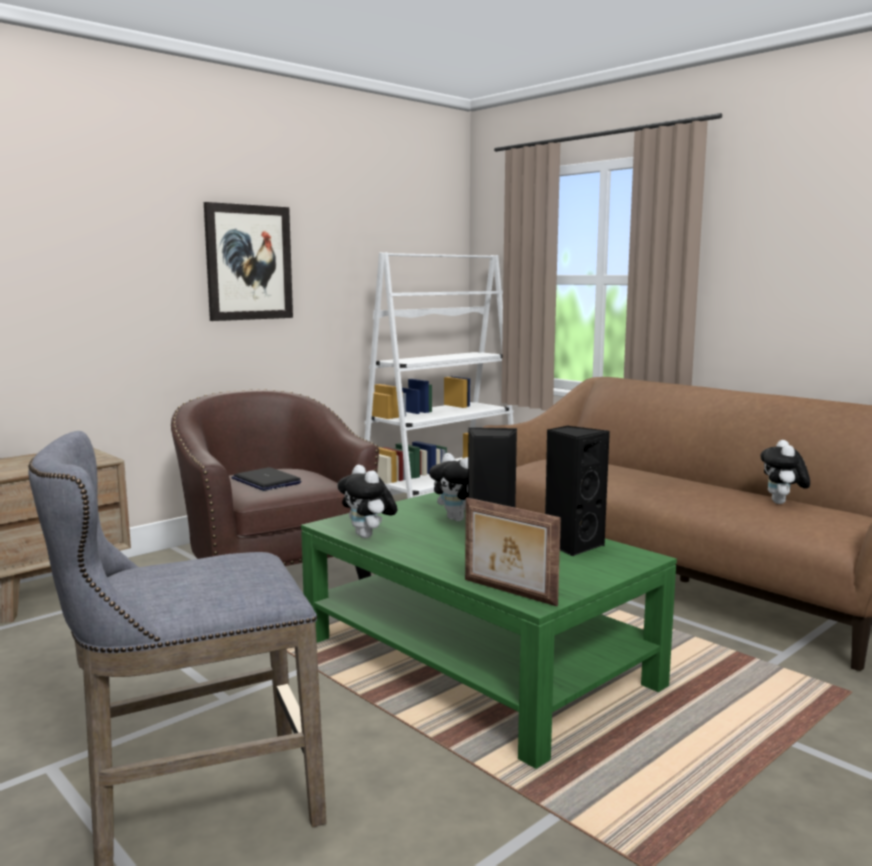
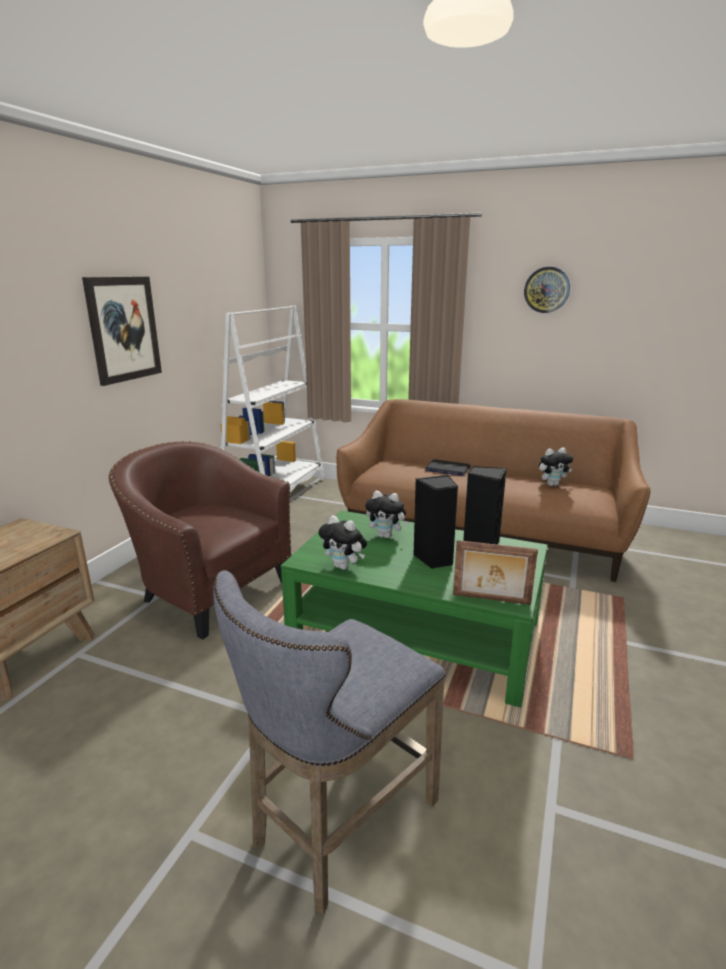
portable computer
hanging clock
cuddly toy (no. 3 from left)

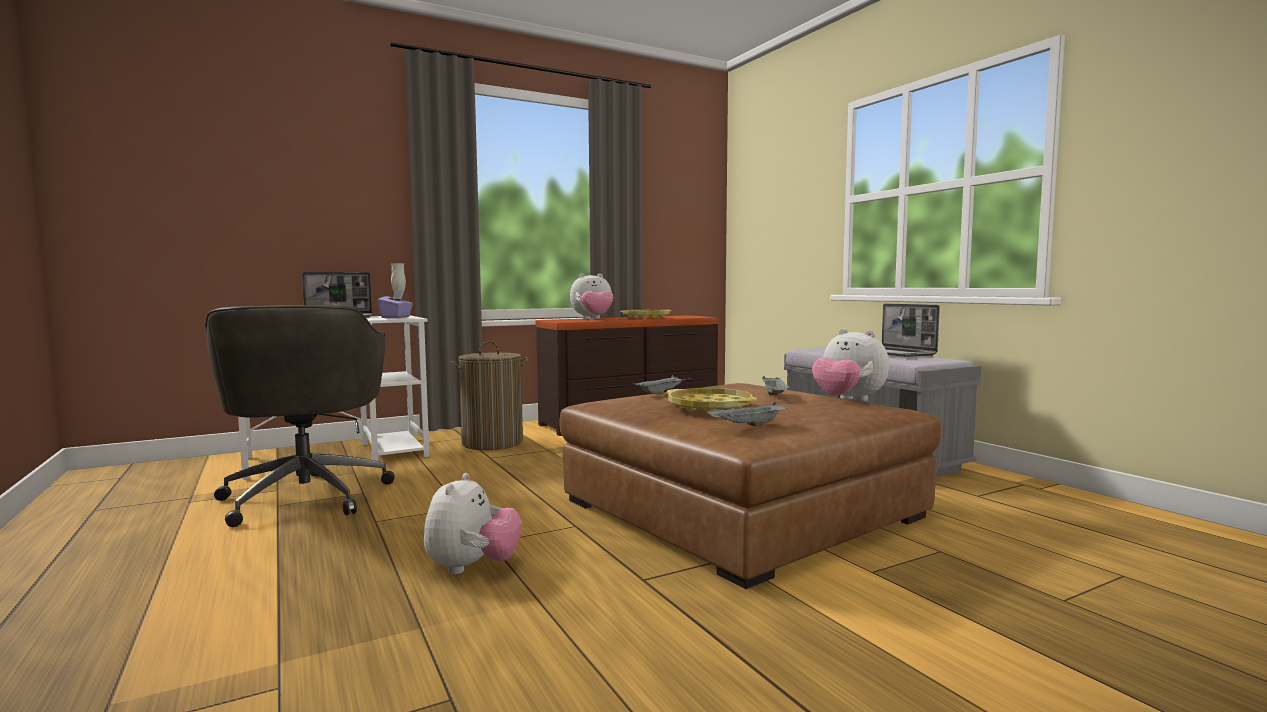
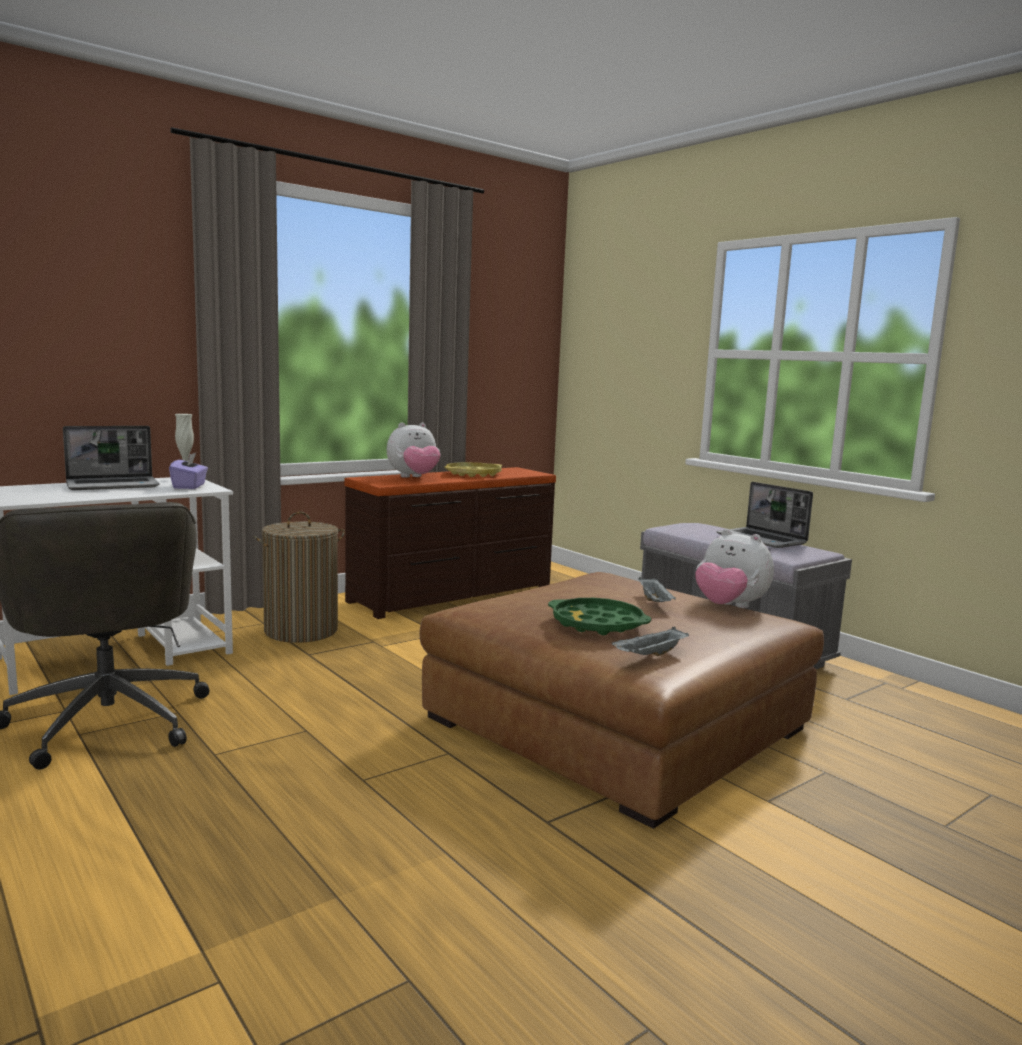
green serving tray
cuddly toy (no. 1 from left in the first image)
grey serving tray (no. 1 from left in the first image)

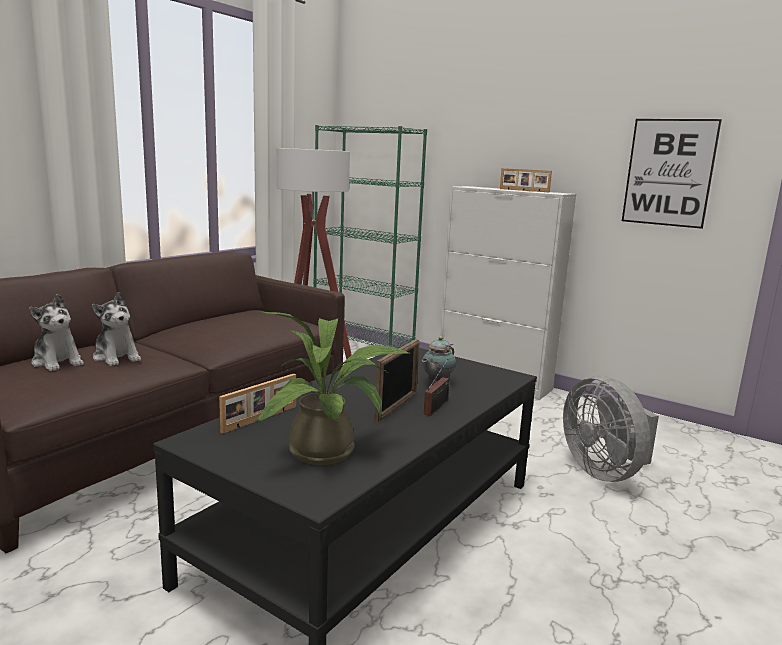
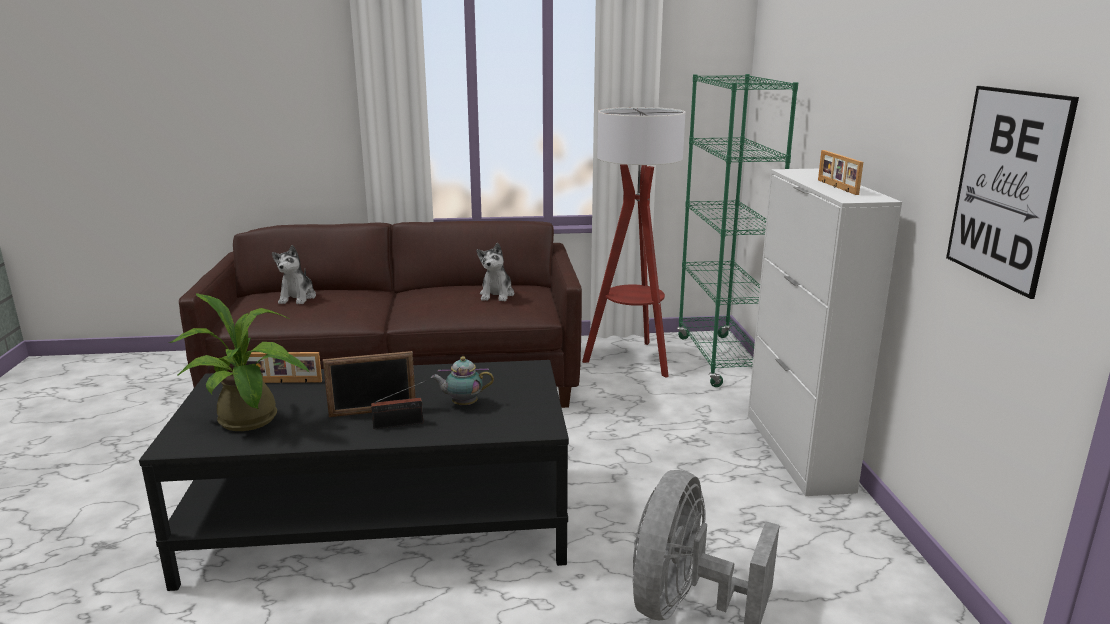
cuddly toy (no. 2 from left)

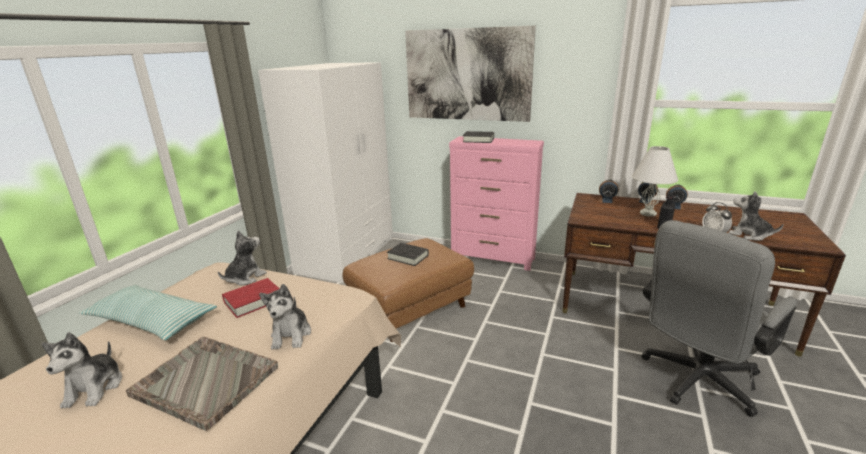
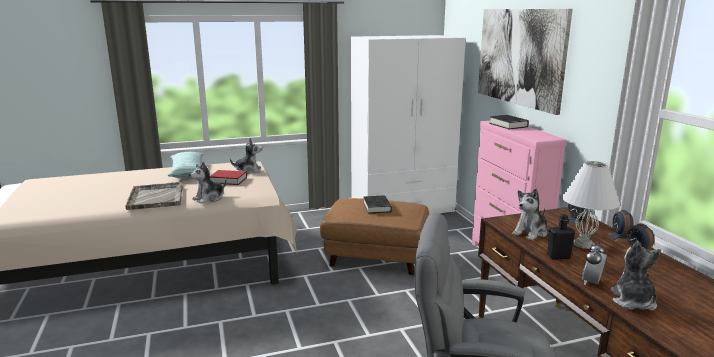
cuddly toy (no. 3 from left)

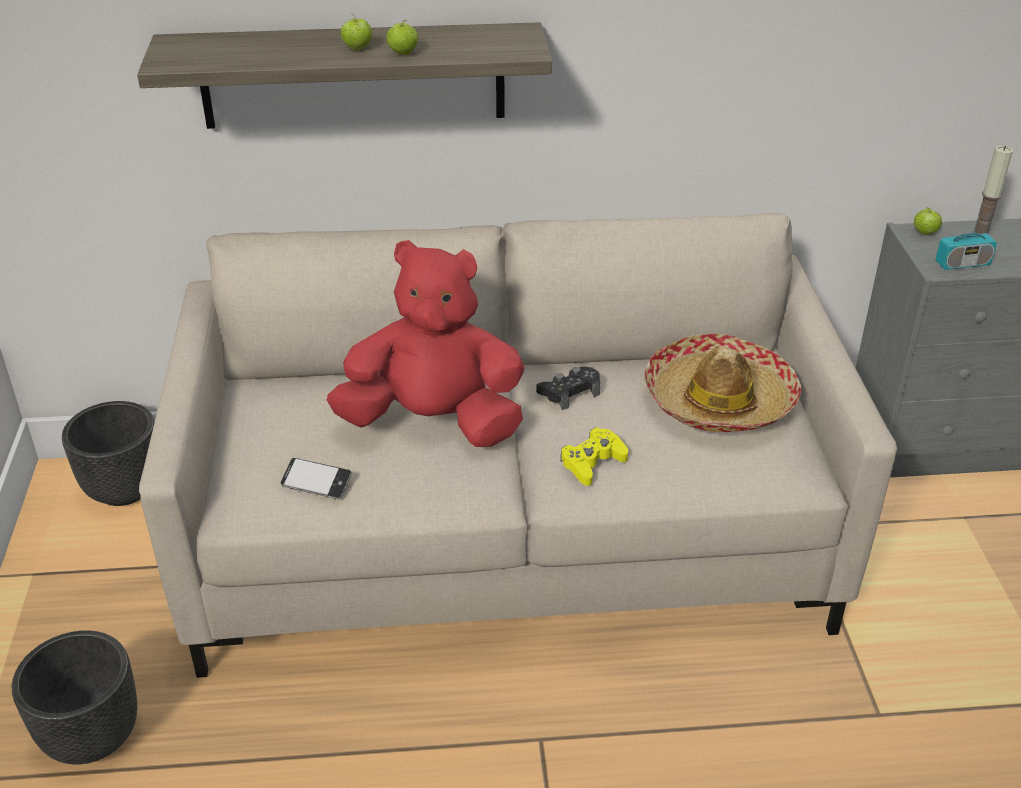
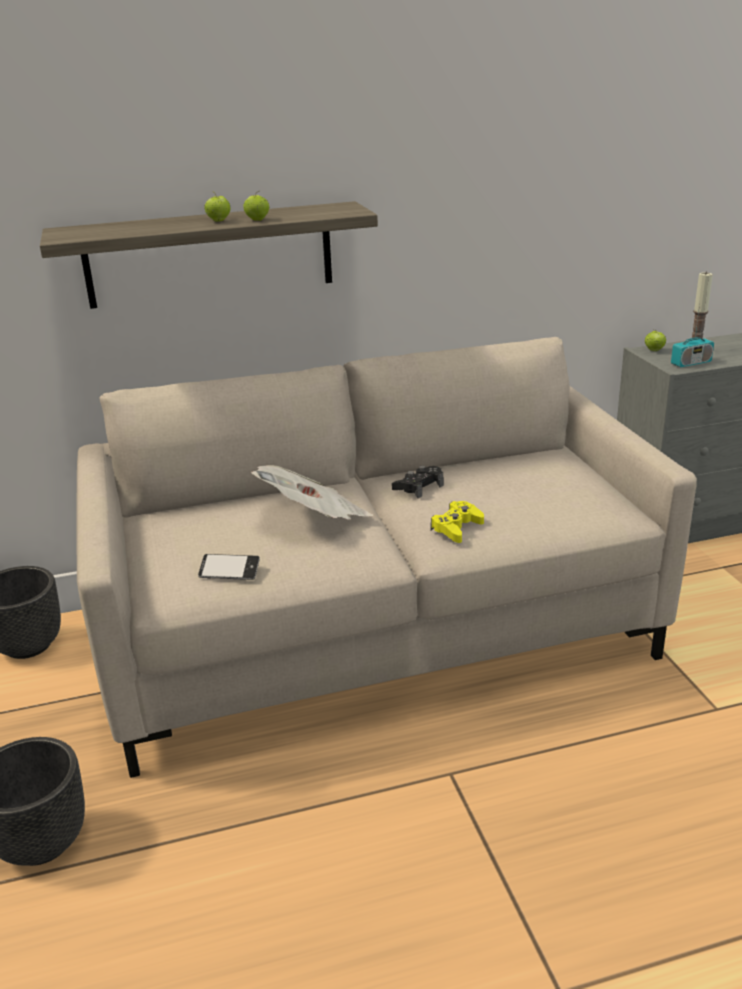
printed paper
hat

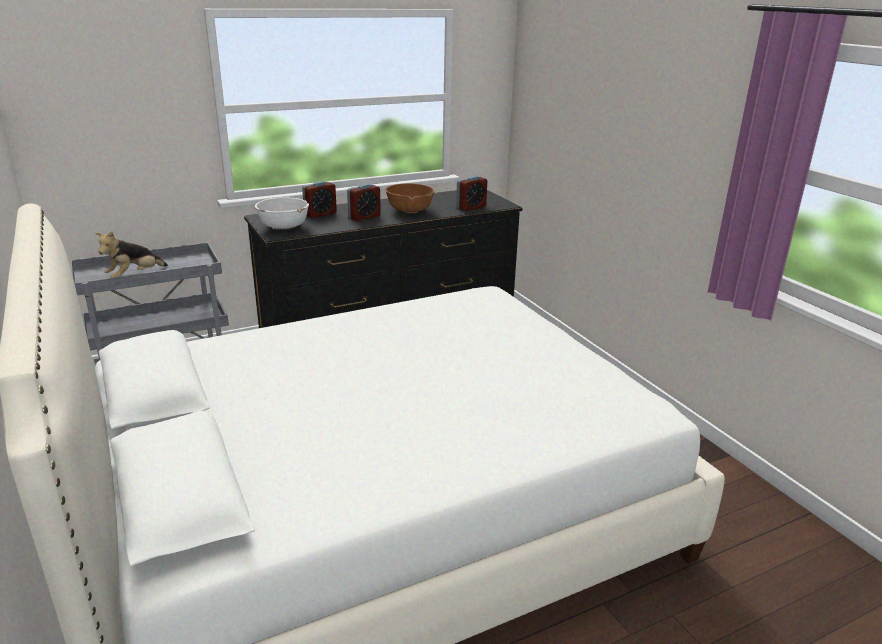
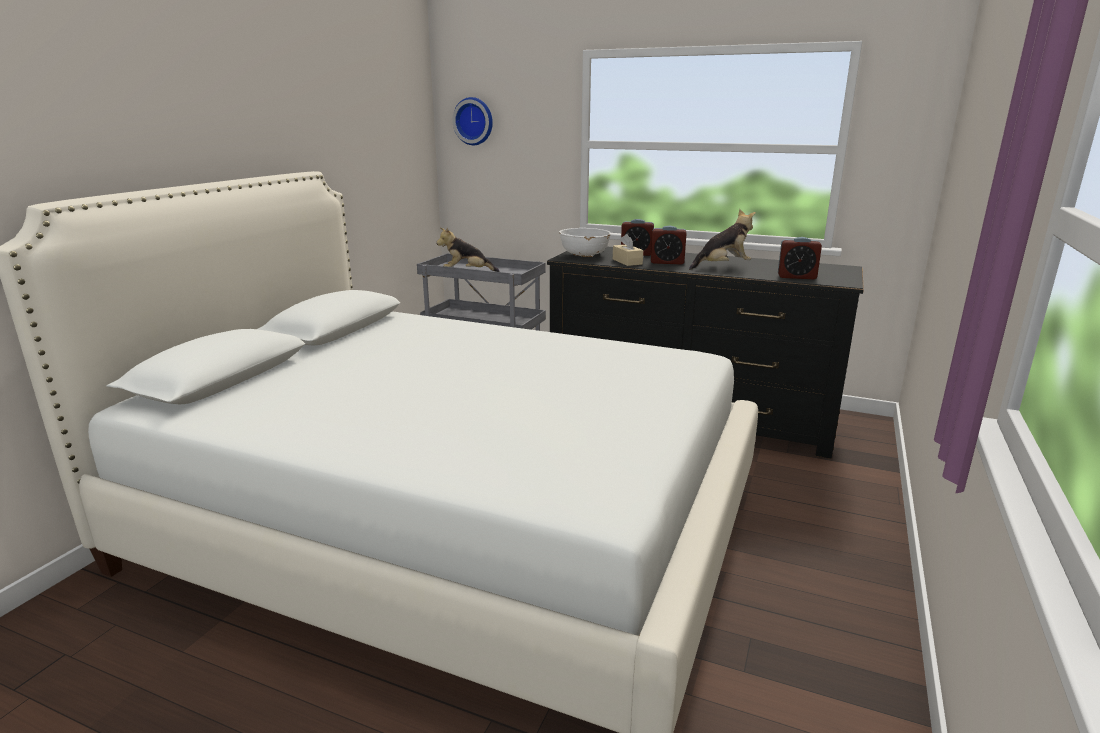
hanging clock
beige box of tissues
cuddly toy (no. 2 from left)

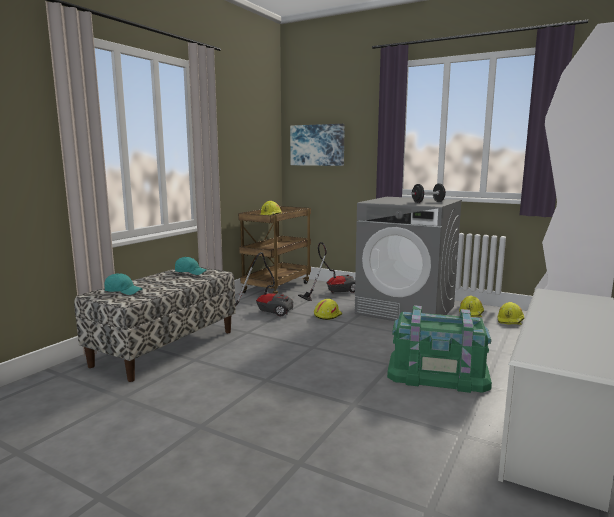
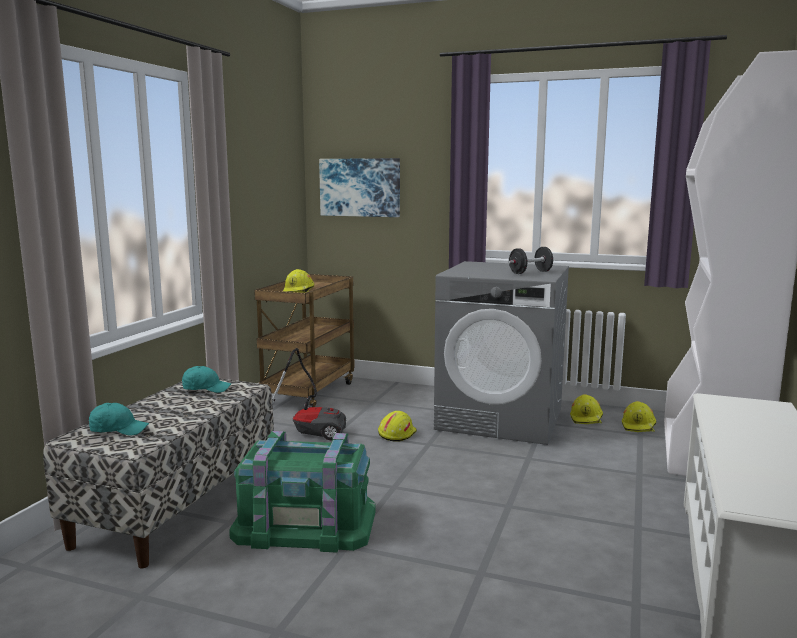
green storage box
vacuum (no. 2 from left in the first image)

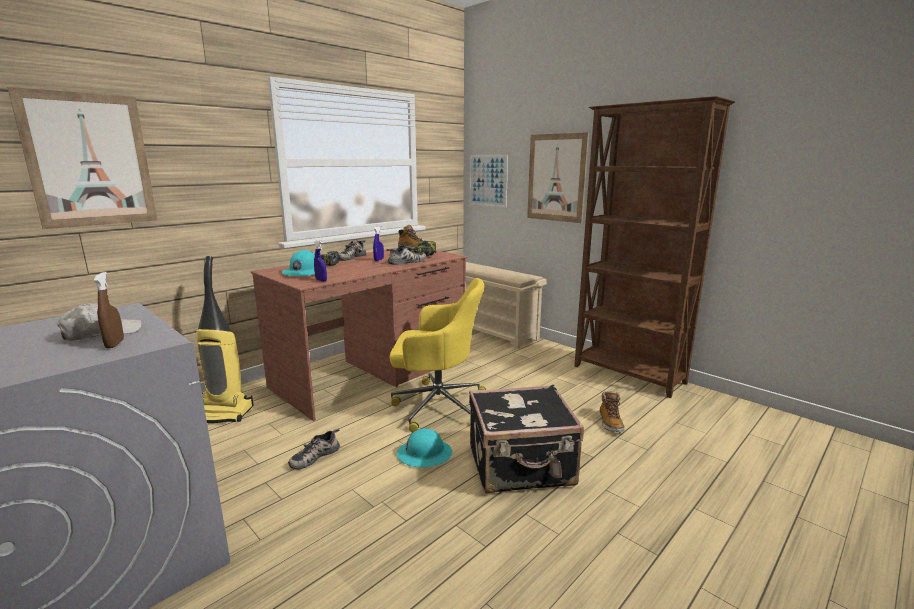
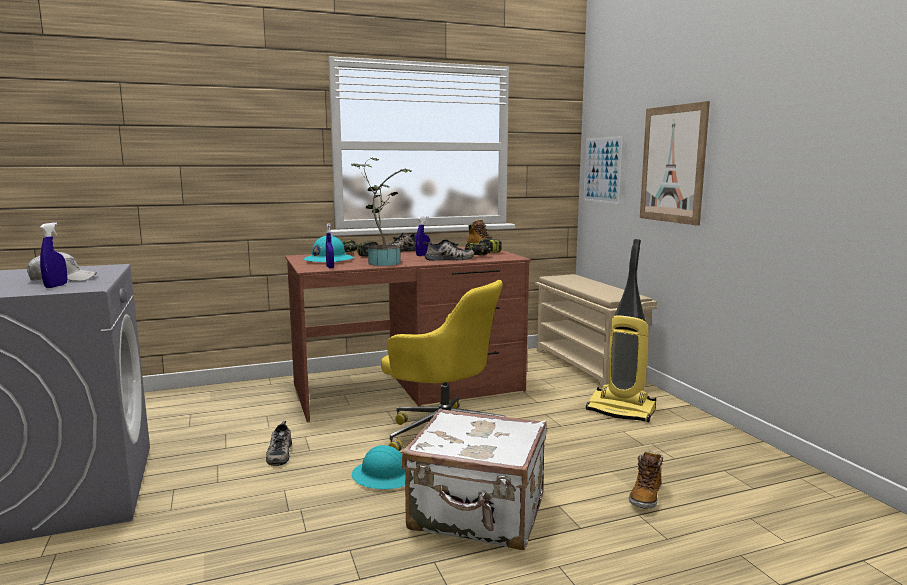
blue sprayer (no. 1 from left)
low shoe (no. 1 from left)
houseplant
whitish piece of luggage
vacuum
wall picture (no. 1 from left in the first image)
brownish shelving unit

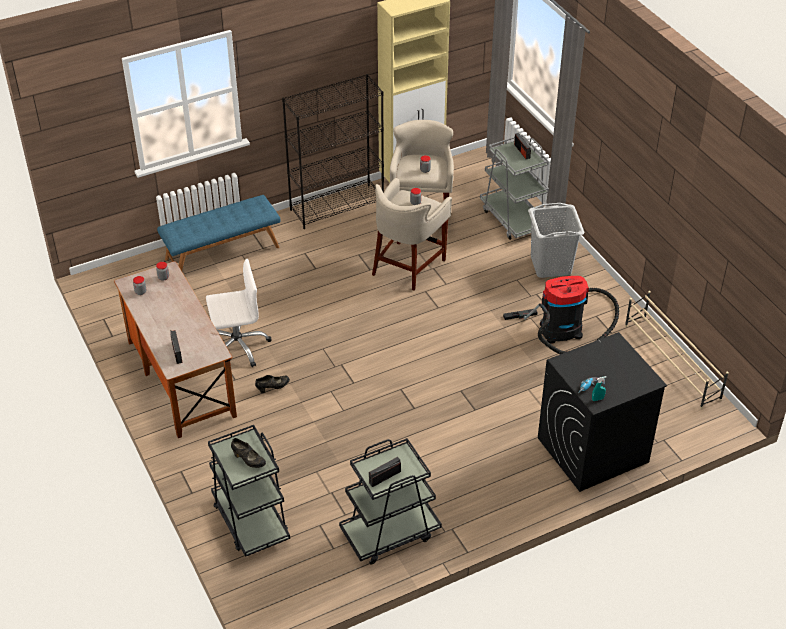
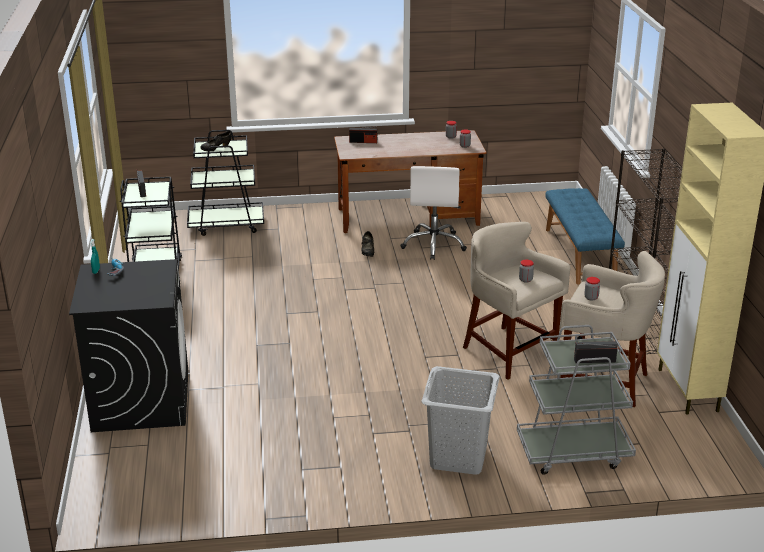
vacuum
beige shoe stand

